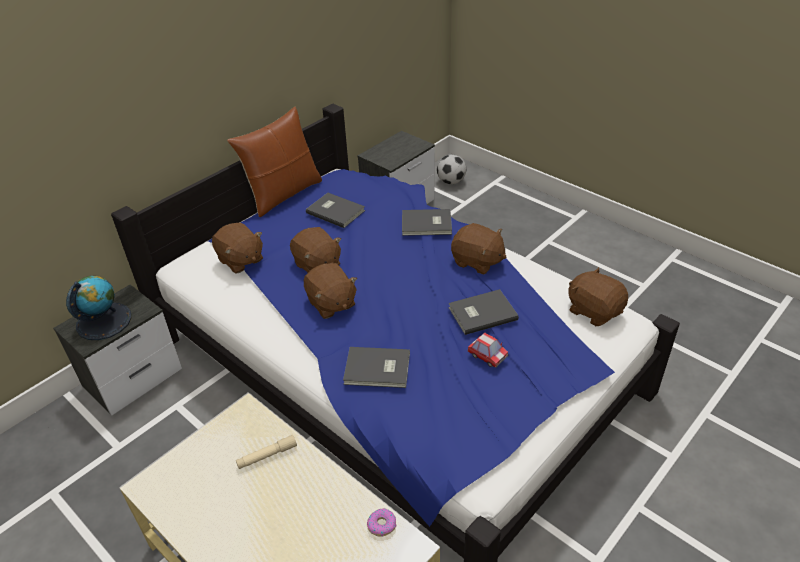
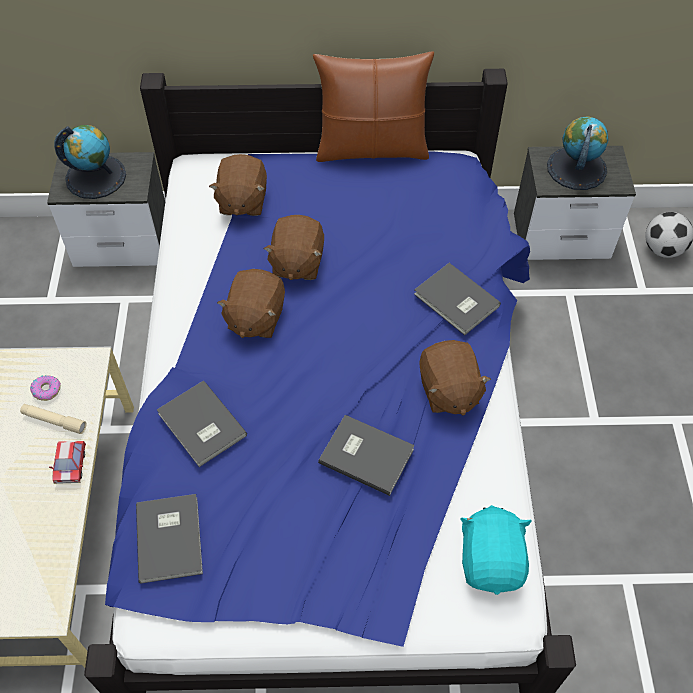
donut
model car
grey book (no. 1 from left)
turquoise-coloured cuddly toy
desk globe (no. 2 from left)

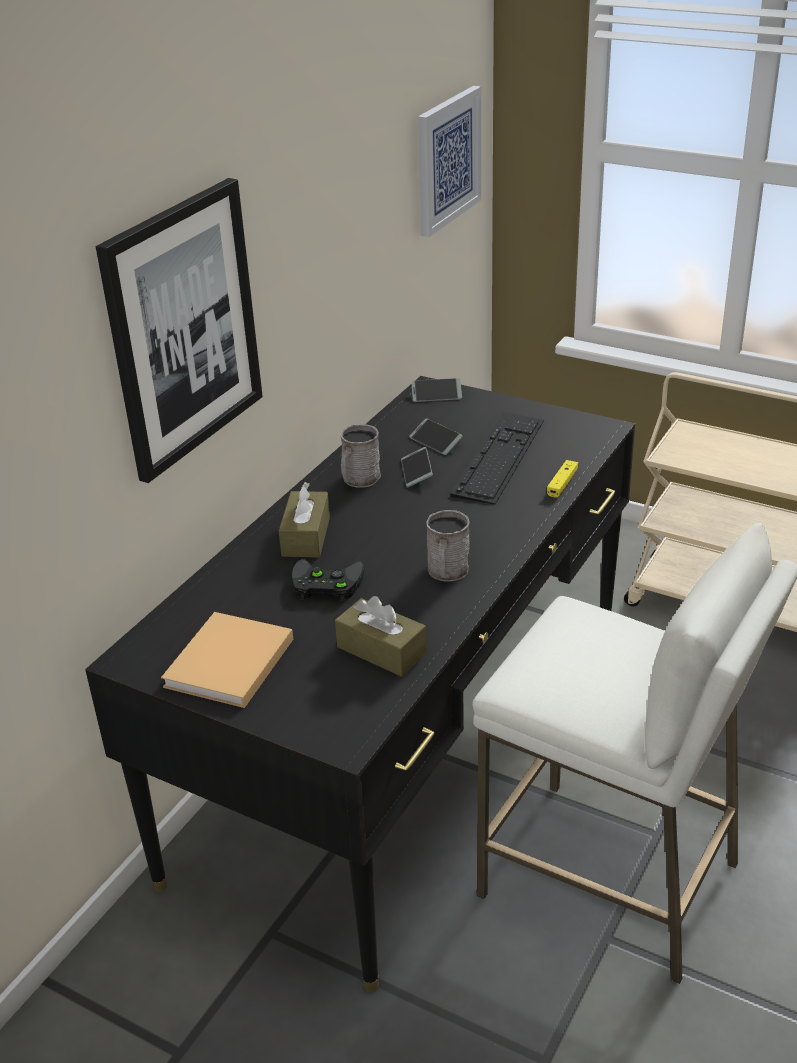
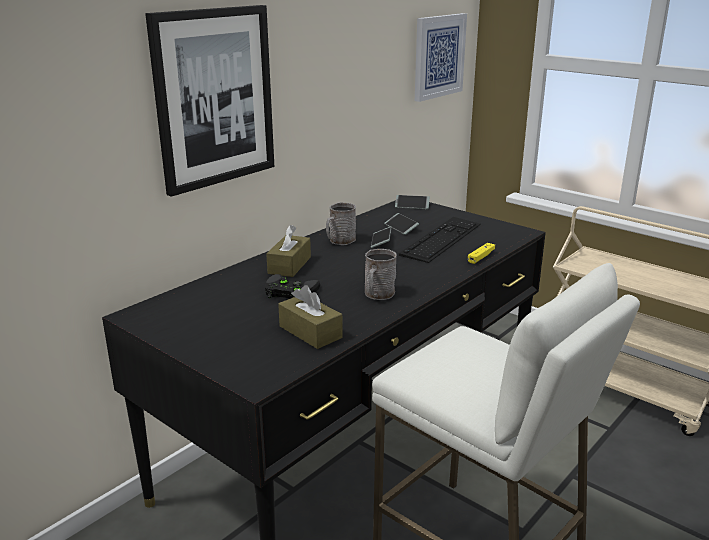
beige book

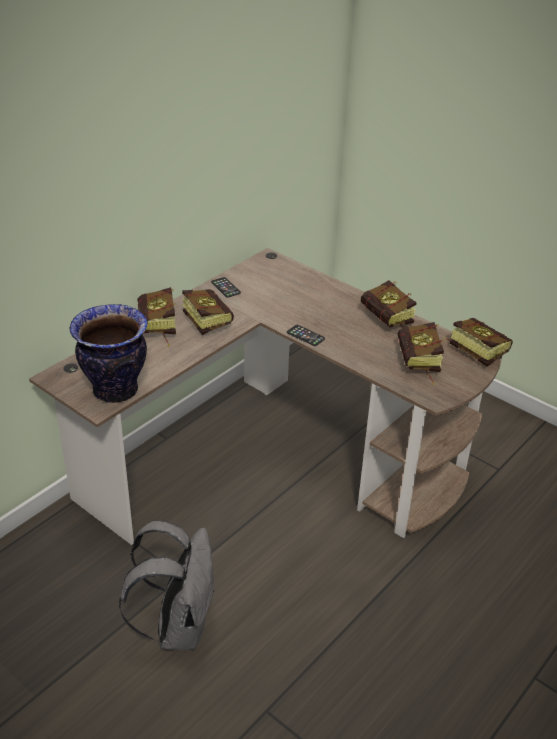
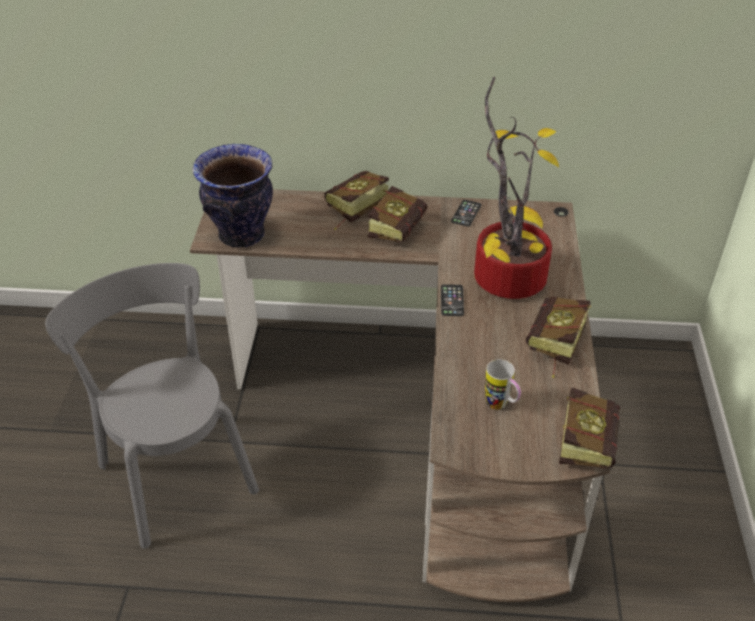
grey plain chair
houseplant
tea mug

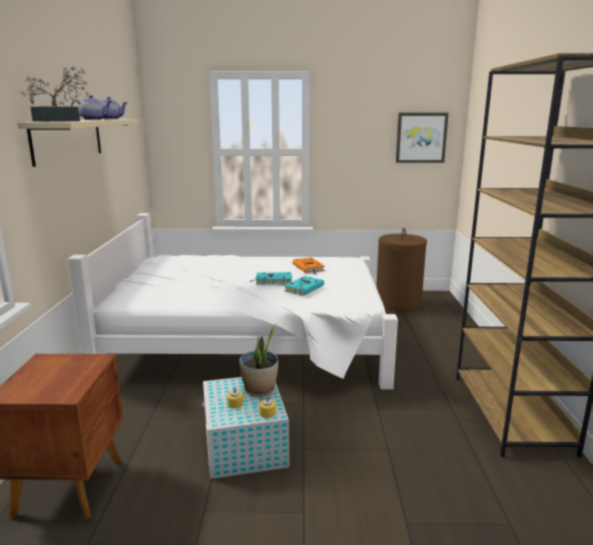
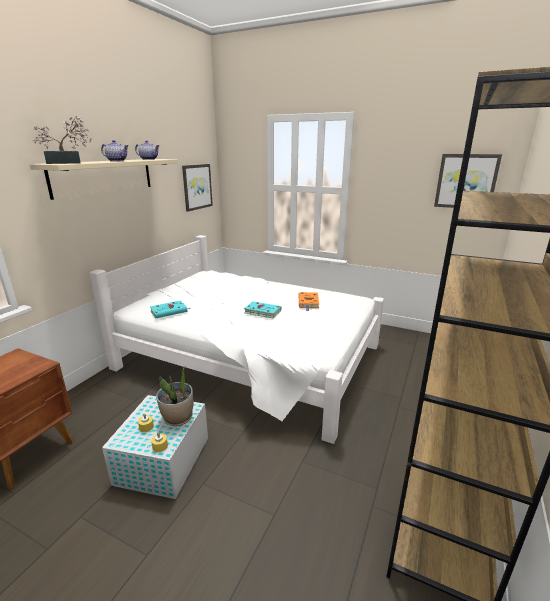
turquoise-coloured book (no. 1 from left)
wall picture (no. 1 from left)
brownish washing basket

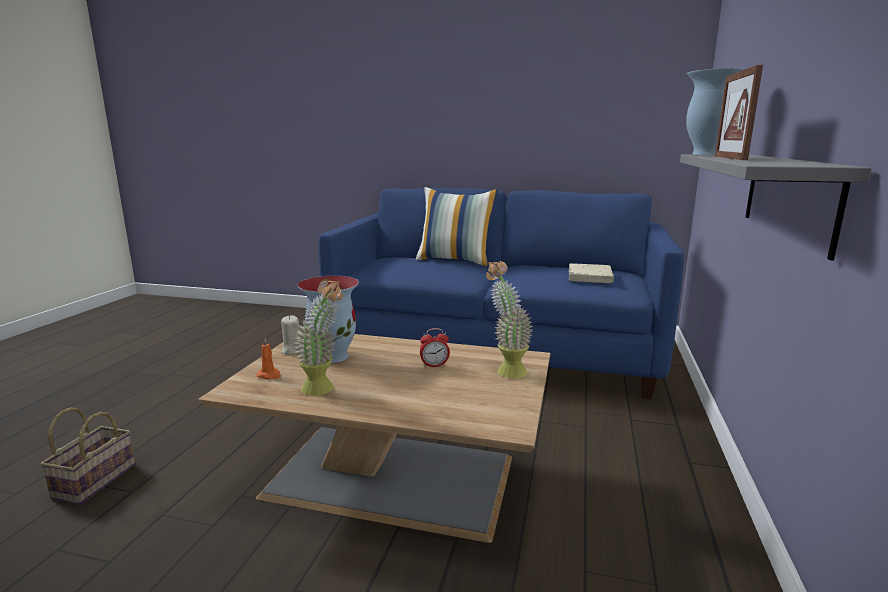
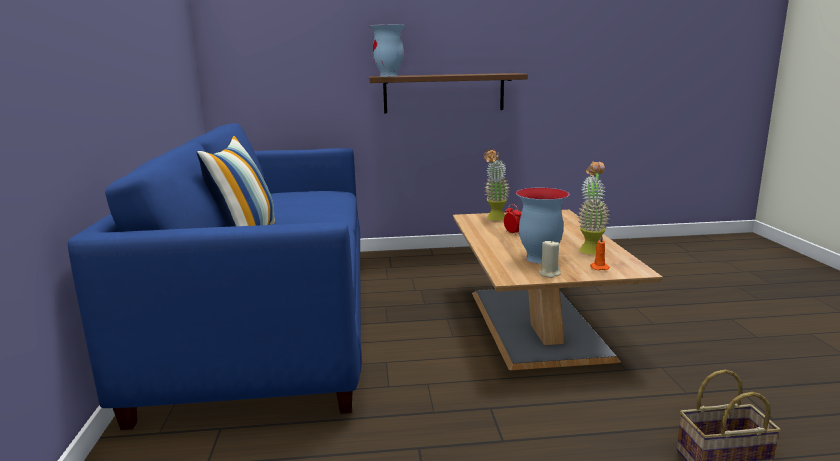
brownish bracket shelf
beige book
picture frame

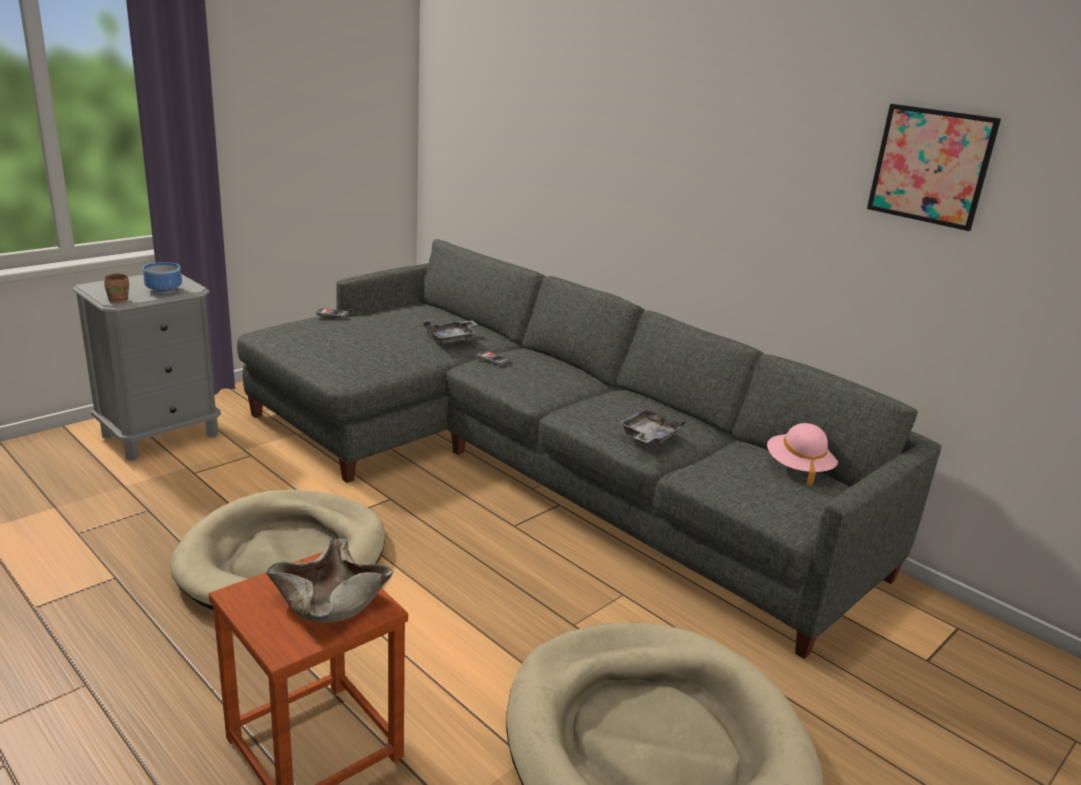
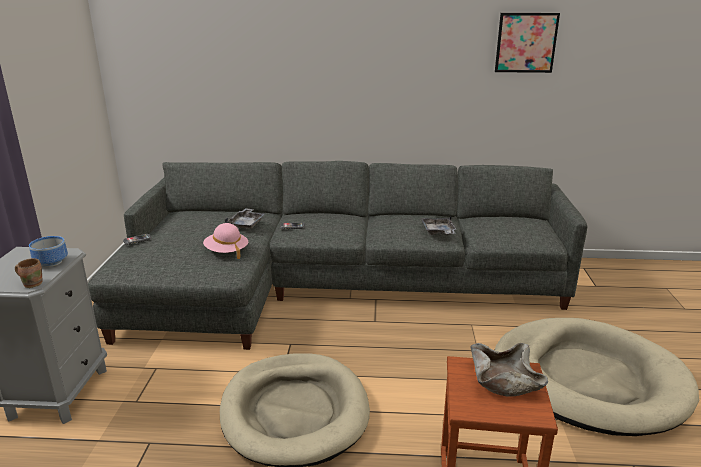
pinkish hat

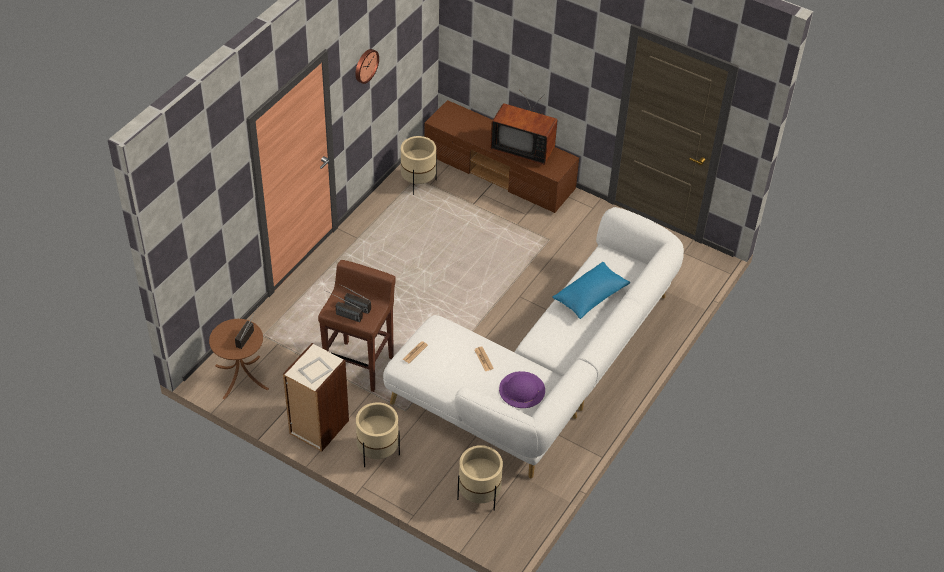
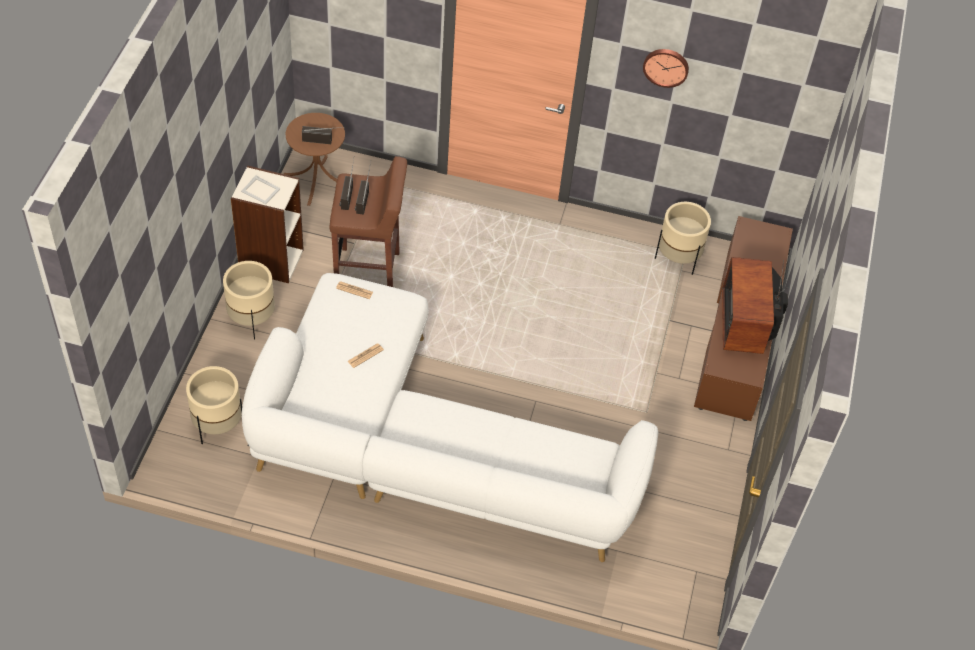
purple-coloured hat
blue pillow

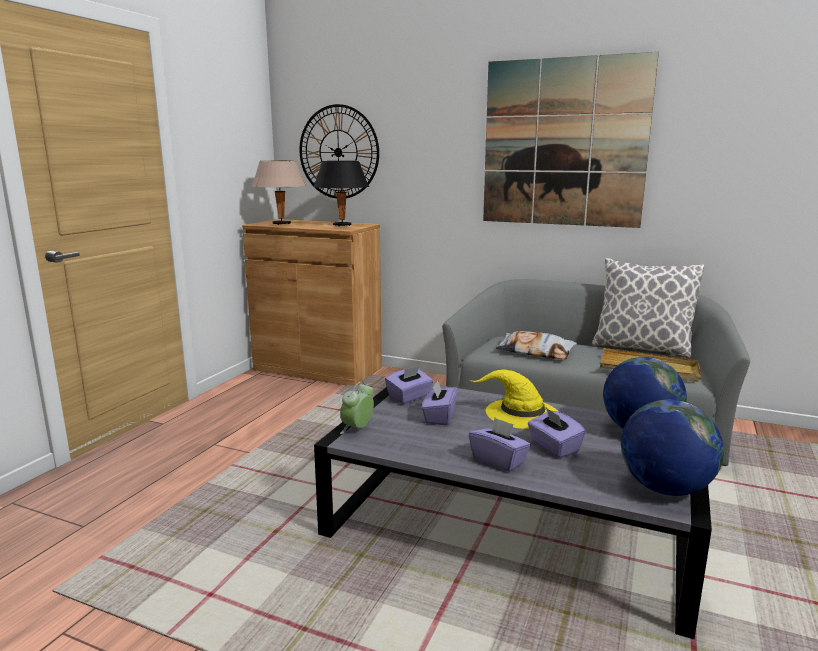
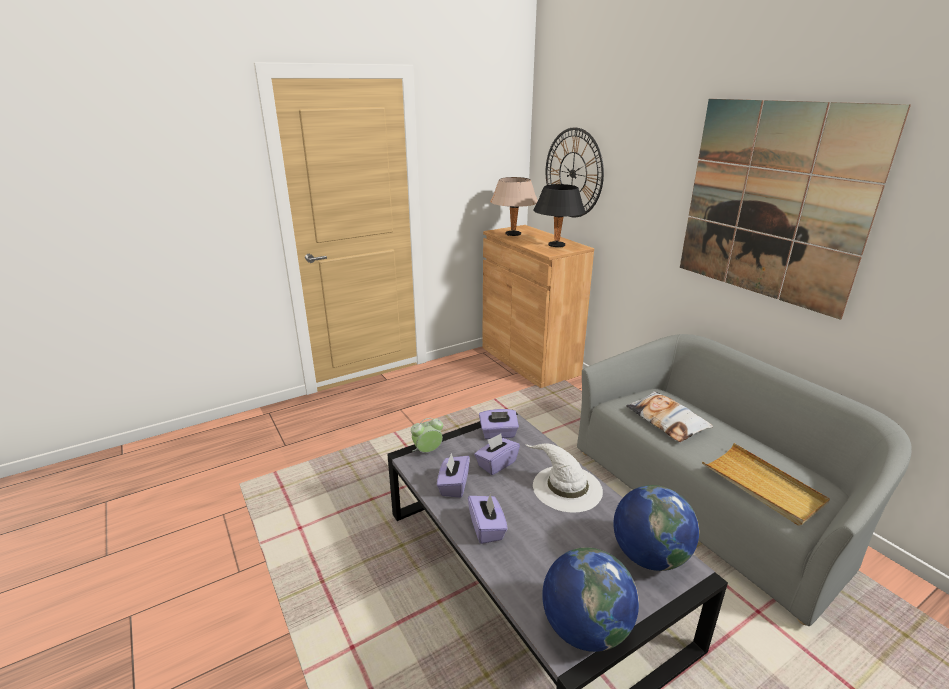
purple-coloured box of tissues (no. 1 from left)
whitish hat
pillow (no. 2 from left in the first image)

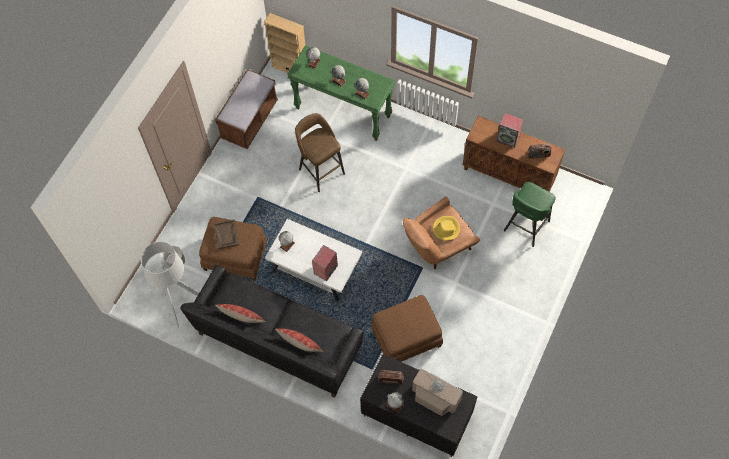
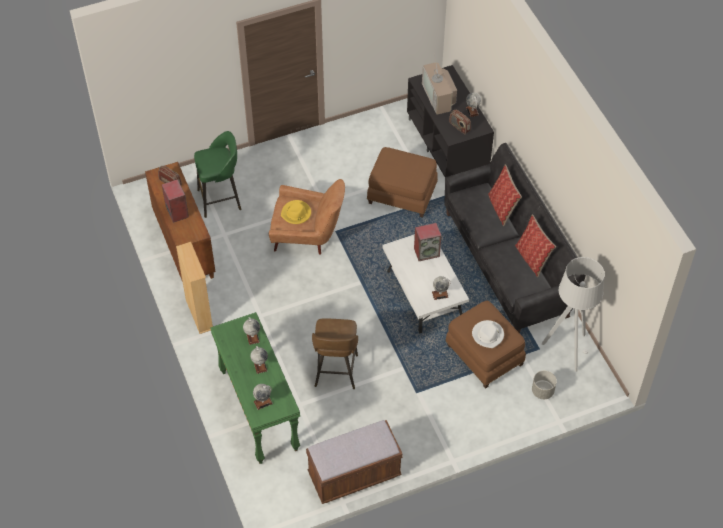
beige shelving unit
whitish hat

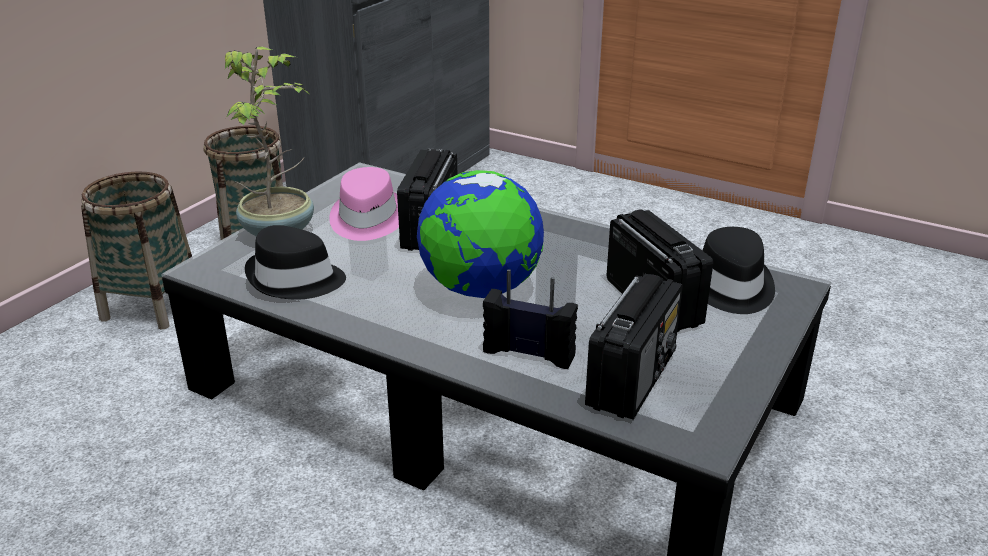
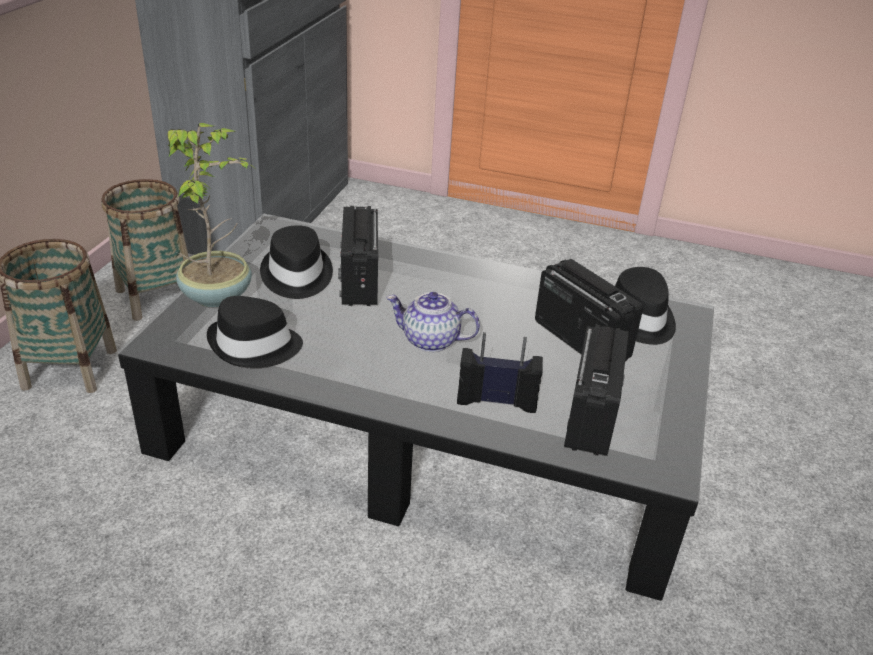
blackish hat (no. 2 from left)
tea pot

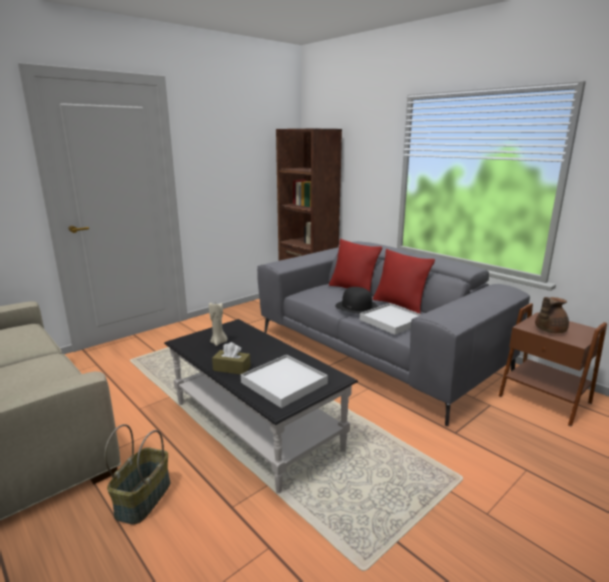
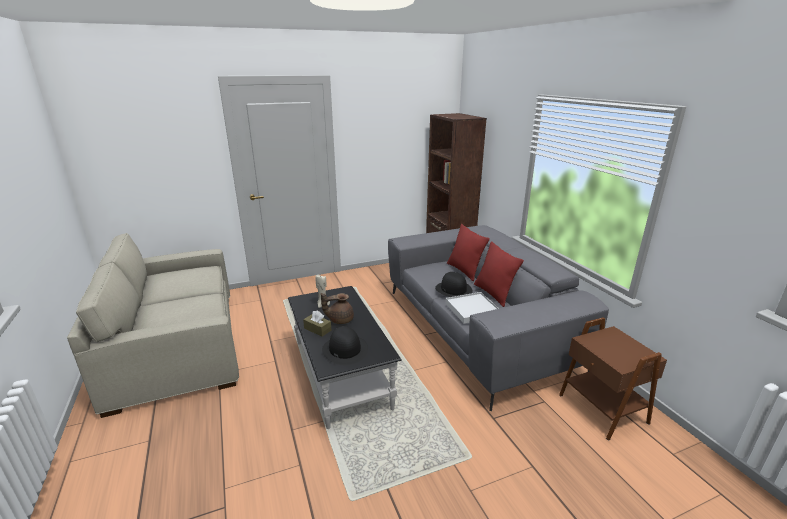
brownish tea pot
blackish hat (no. 1 from left)
basket

